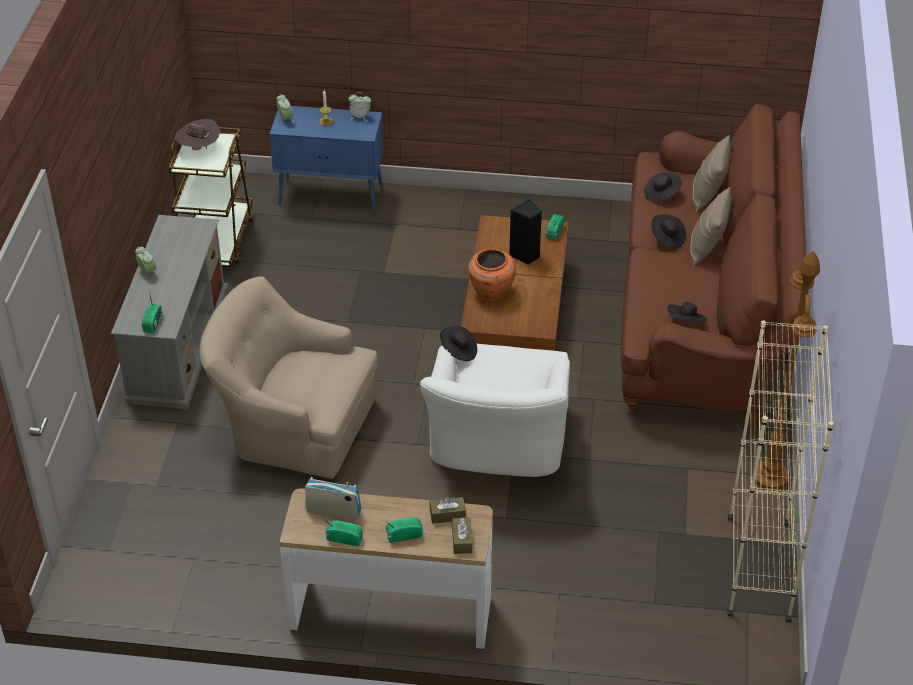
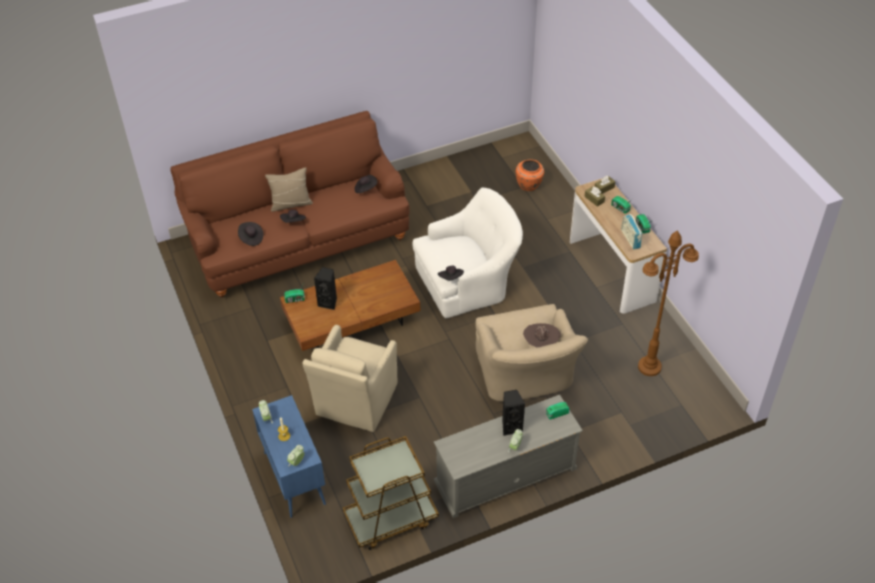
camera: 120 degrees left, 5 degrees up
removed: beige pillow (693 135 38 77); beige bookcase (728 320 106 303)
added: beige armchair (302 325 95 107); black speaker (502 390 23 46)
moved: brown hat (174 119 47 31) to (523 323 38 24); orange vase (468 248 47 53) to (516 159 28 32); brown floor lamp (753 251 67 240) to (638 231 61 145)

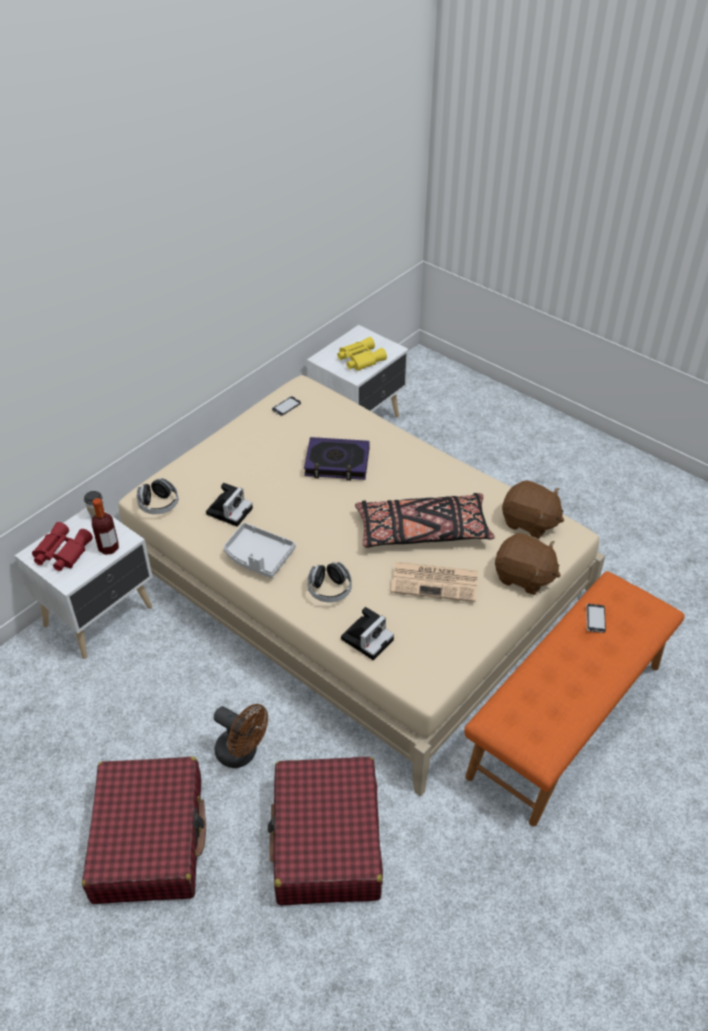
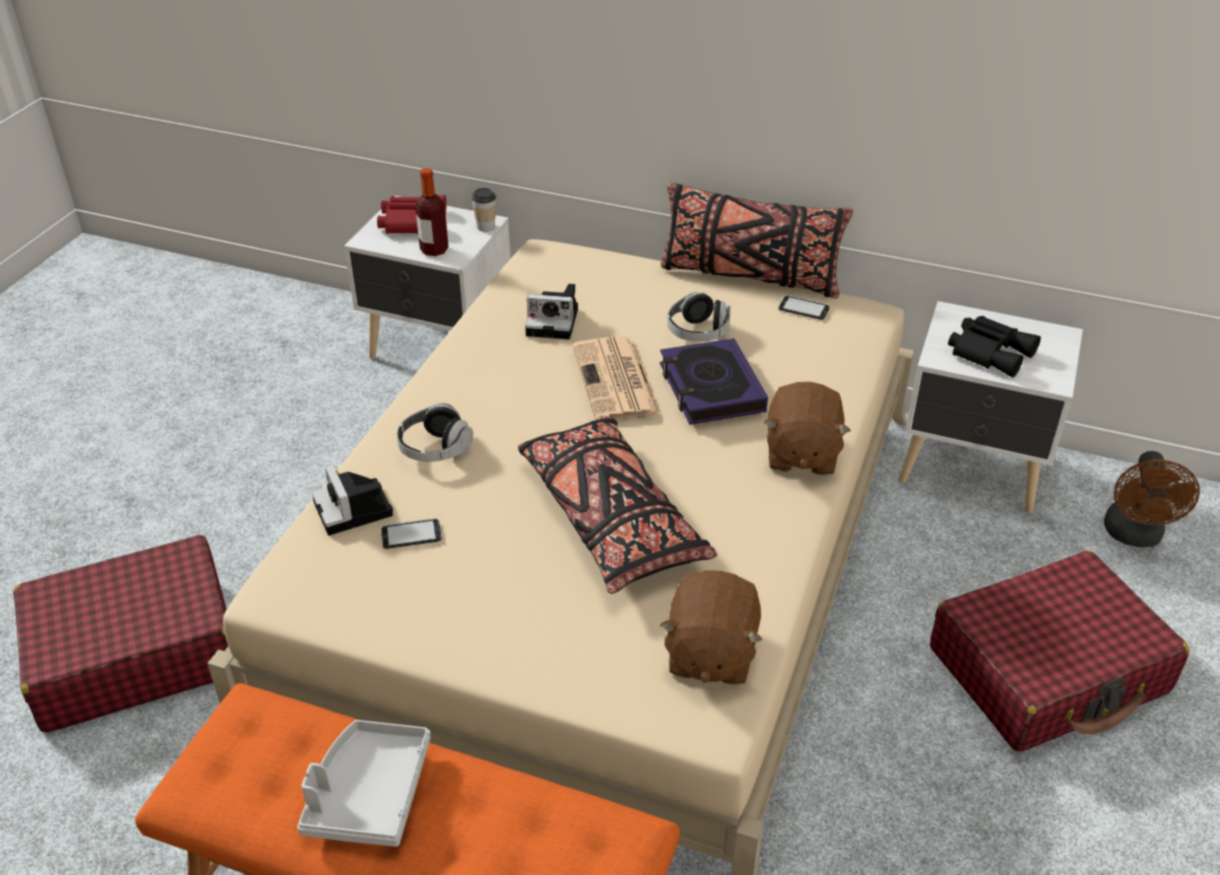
camera: 70 degrees right, 5 degrees down
added: black pillow (661 183 192 115)
moved: red suitcase (82 757 124 147) to (930 551 259 201); headphones (137 478 41 36) to (667 292 64 50); brown fan (214 704 54 64) to (1104 451 96 96); grey tray (224 523 72 55) to (297 720 134 127); newspaper (391 562 87 40) to (572 336 90 85); brown plush toy (495 533 66 62) to (764 382 87 94); phone (586 604 20 29) to (381 518 60 31)
recoloured: yellow binoculars (337 337 50 34) to black binoculars (948 316 93 61)
turned: photo camera (341 607 53 53) = (312 464 81 71) 45 degrees clockwise

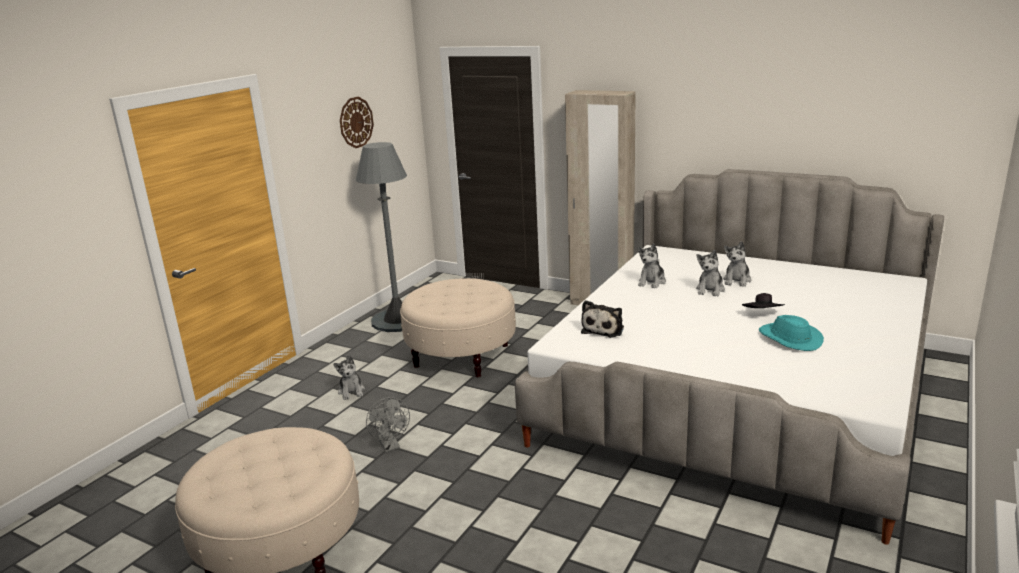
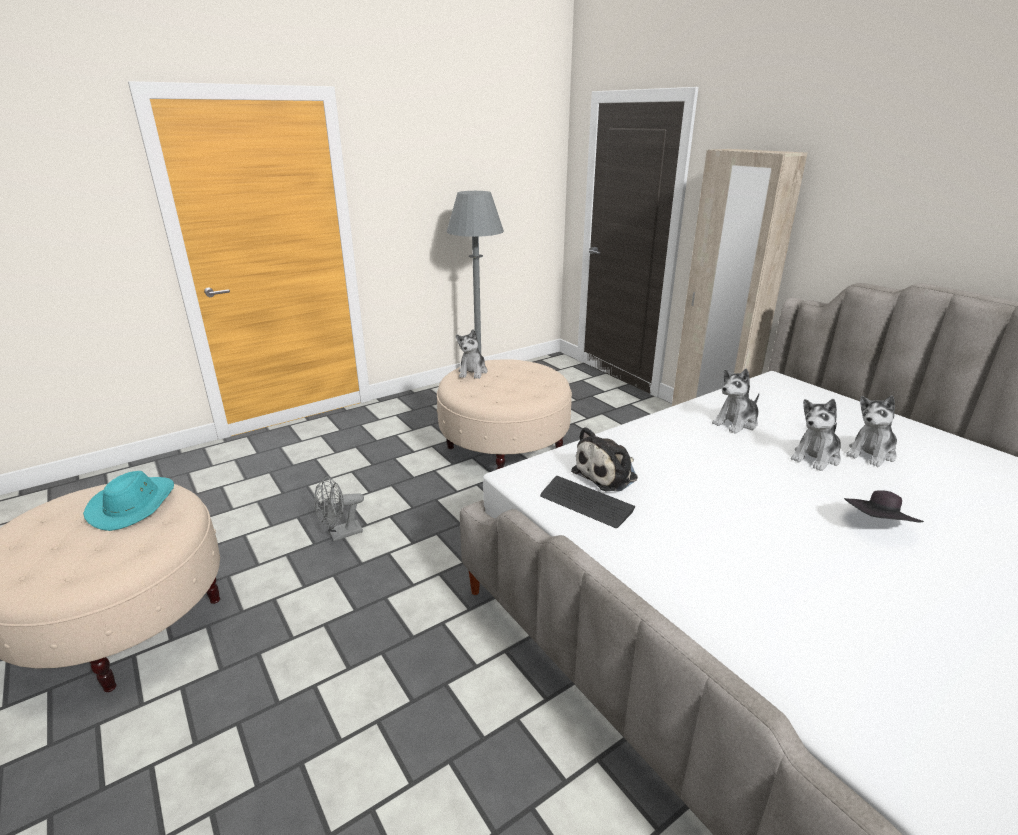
camera: 25 degrees right, 5 degrees up
removed: wall clock (340 97 34 51)
added: keyboard (540 476 95 52)
moved: plush toy (333 355 32 45) to (456 329 31 50); turquoise hat (759 315 65 36) to (83 471 91 60)
turned: grey fan (366 397 44 55) = (314 476 50 65) 60 degrees clockwise

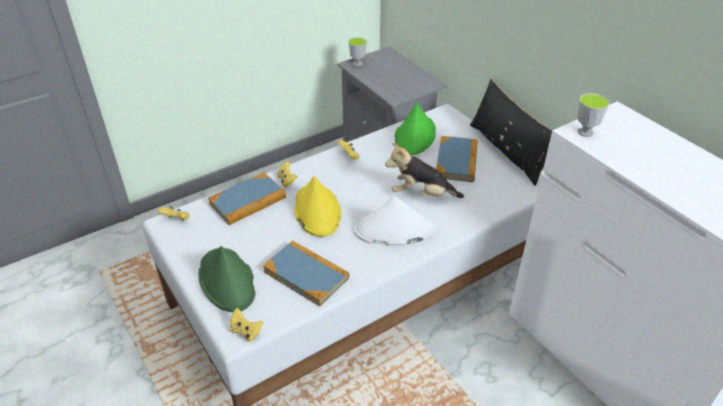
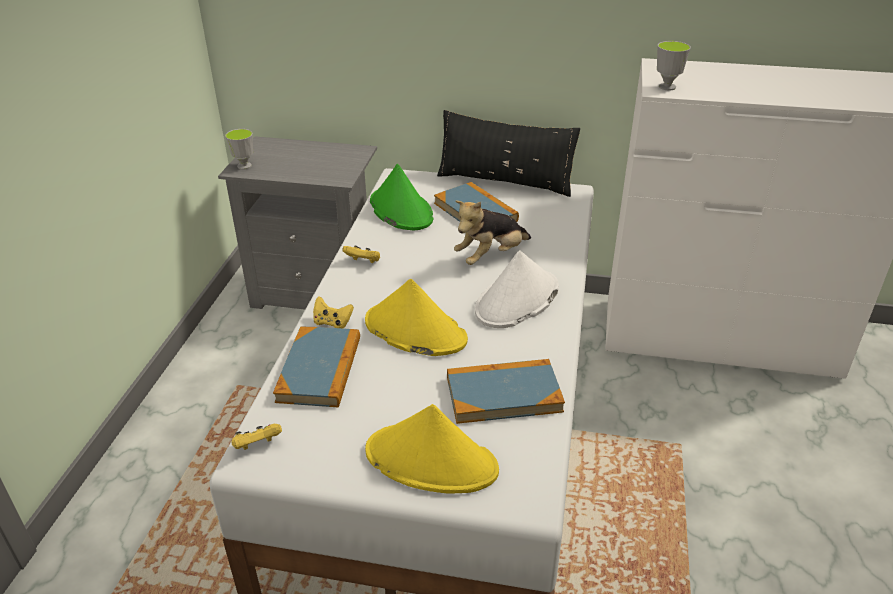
camera: 45 degrees left, 5 degrees down
removed: yellow game controller (230 308 33 34)
recoloured: green hat (199 246 57 66) to yellow hat (365 404 134 90)

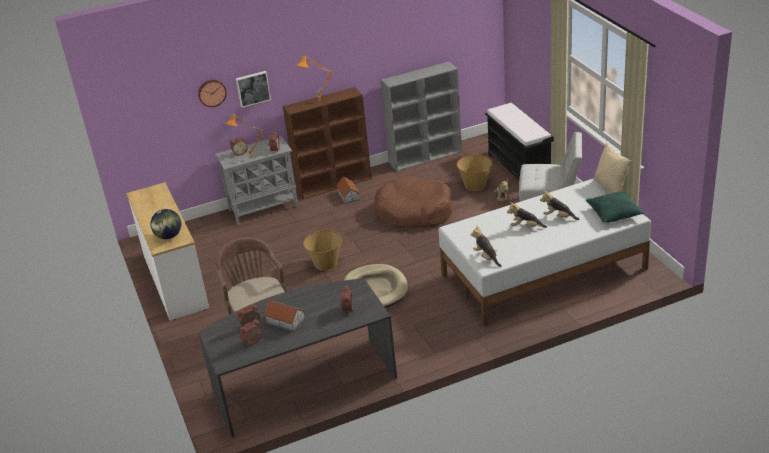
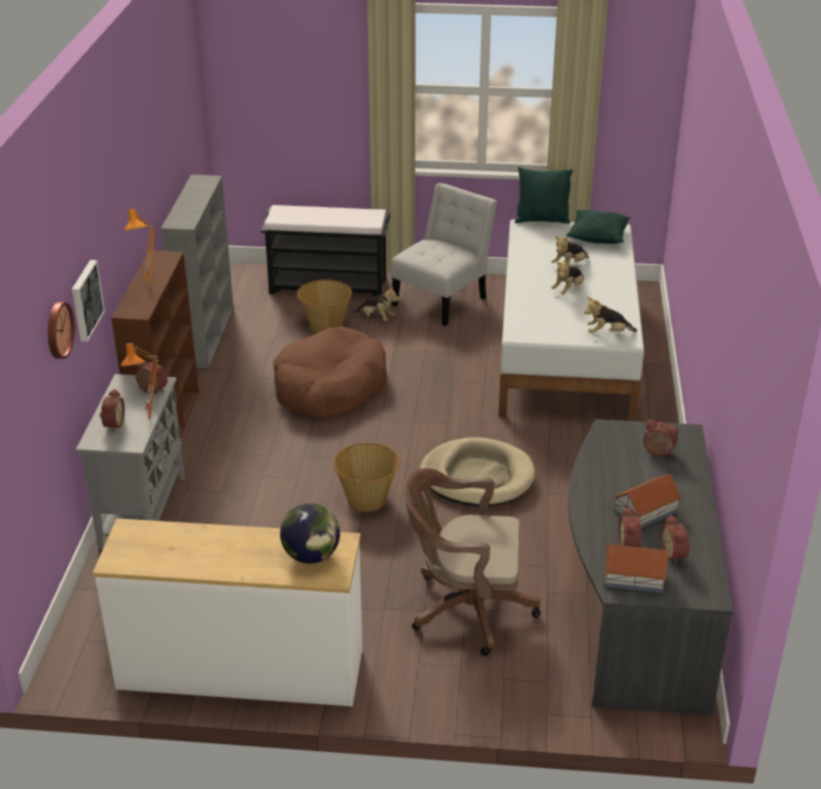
camera: 65 degrees left, 0 degrees up
moved: toy house (336 176 24 28) to (604 544 65 49)
recoloured: beige pillow (593 143 38 50) to green pillow (515 167 58 57)

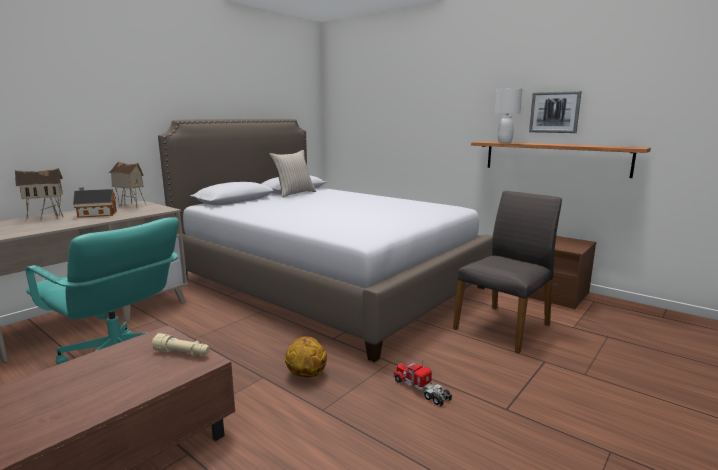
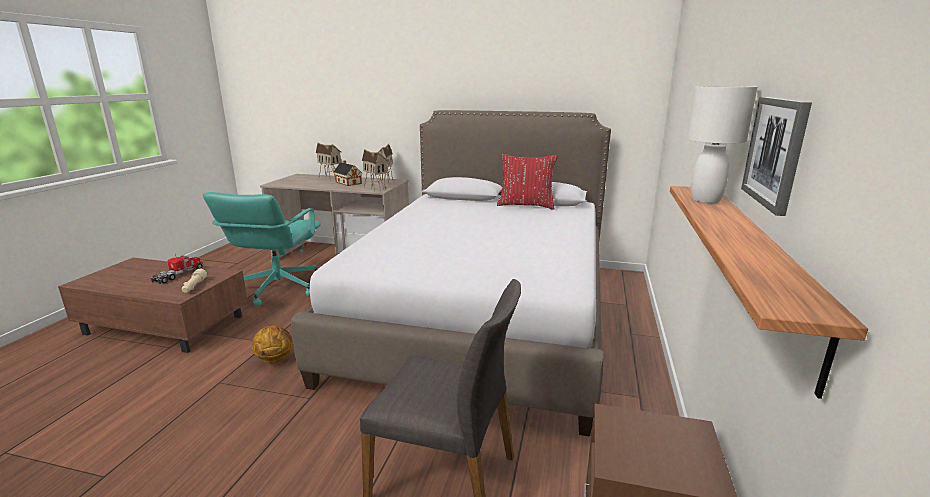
camera: 65 degrees right, 5 degrees up
added: toy house (362 149 26 42)
moved: toy truck (393 361 59 46) to (151 254 53 30)
recoloured: beige pillow (269 150 47 48) to red pillow (497 154 61 56)

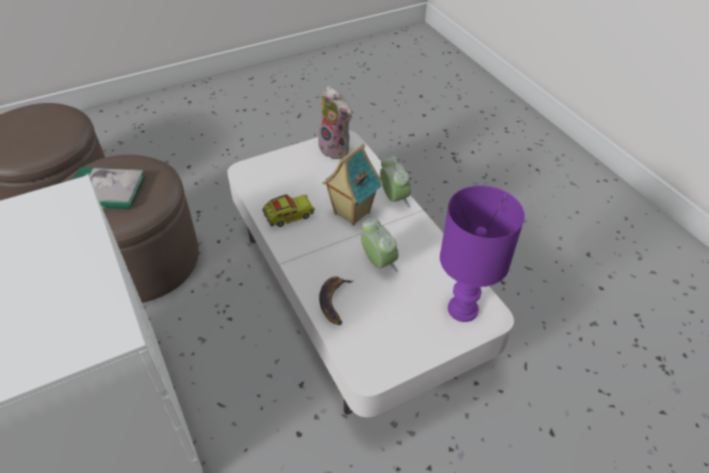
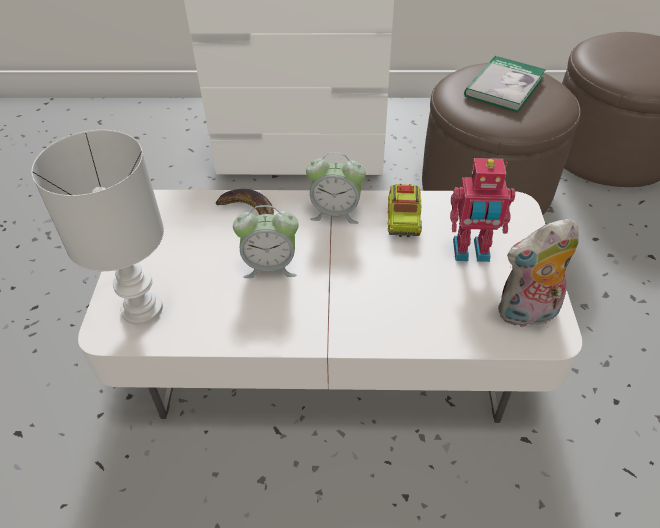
camera: 120 degrees right, 0 degrees up
removed: toy house (322 144 61 82)
added: toy robot (450 158 65 104)
moved: alarm clock (380 155 31 53) to (306 152 60 72)
recoloured: purple table lamp (440 185 85 137) to white table lamp (31 130 133 195)

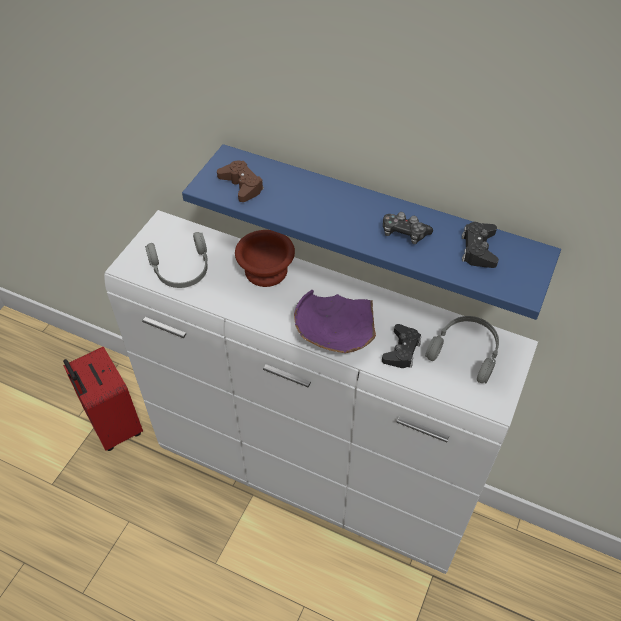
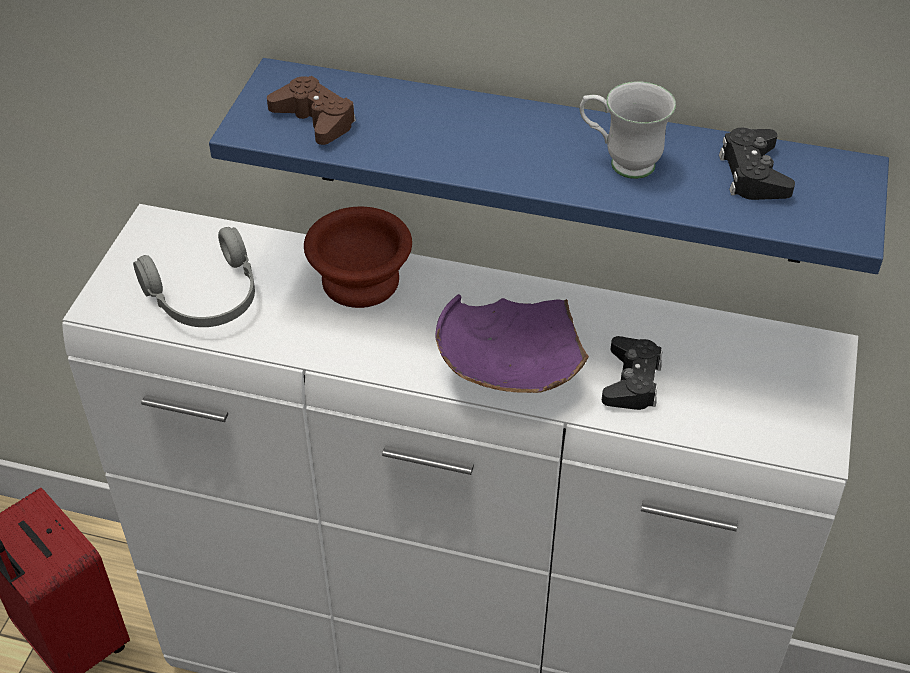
camera: 10 degrees left, 5 degrees down
removed: grey headphones (425 316 74 67)
replaced: game controller (383 212 50 32) to white mug (579 81 97 98)

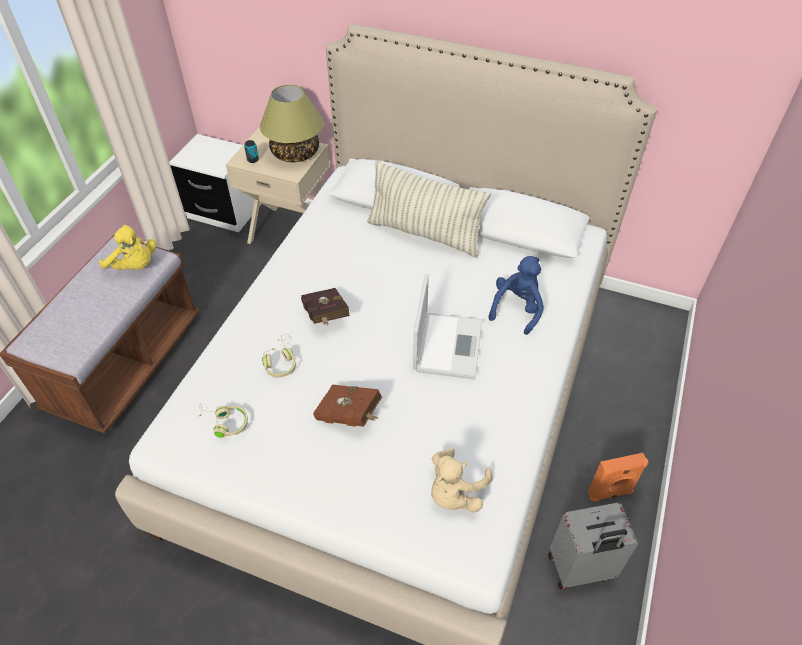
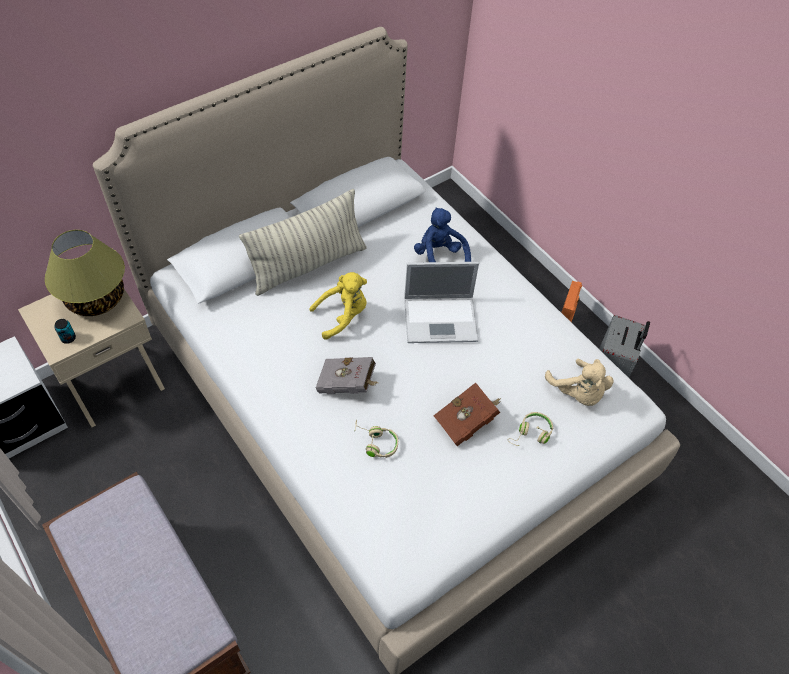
camera: 60 degrees left, 5 degrees up
moved: yellow plush toy (99 225 57 45) to (309 272 58 68); beige headphones (199 403 49 35) to (508 412 45 34)
recoloured: red book (301 288 49 38) to grey book (316 357 61 37)
turned: laptop (413 274 69 105) = (404 262 75 81) 135 degrees clockwise

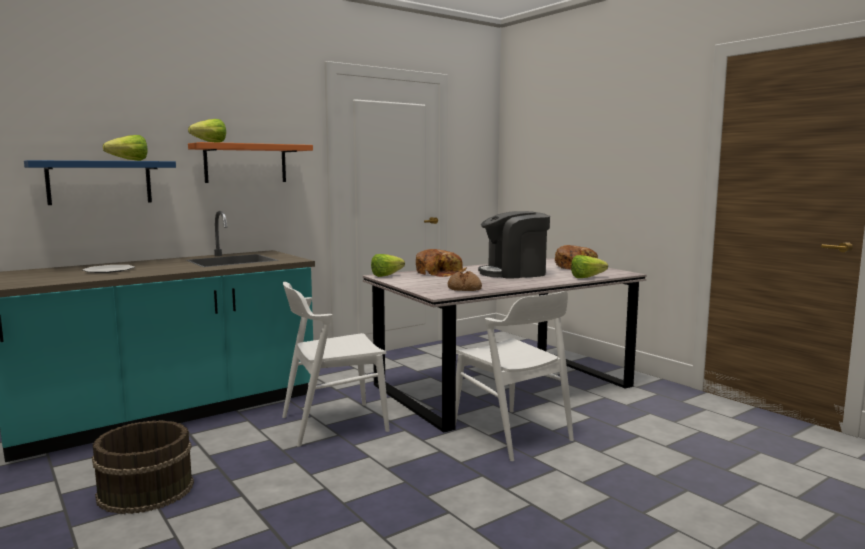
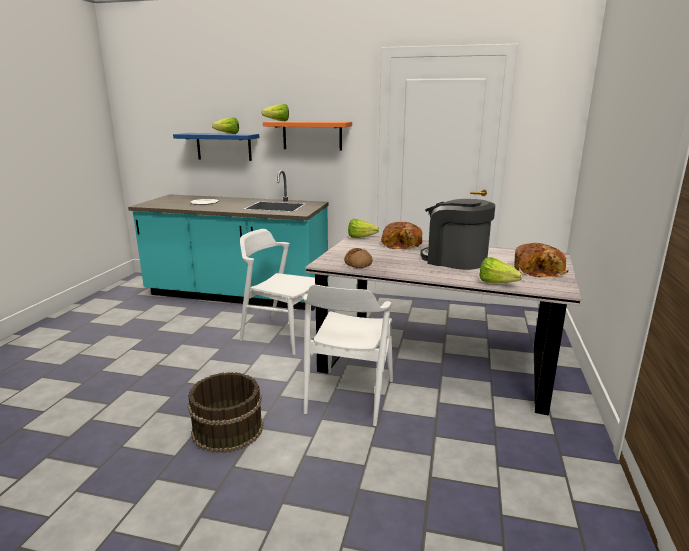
camera: 50 degrees right, 10 degrees up
moved: brown bucket (92 420 102 94) to (188 372 75 81)

